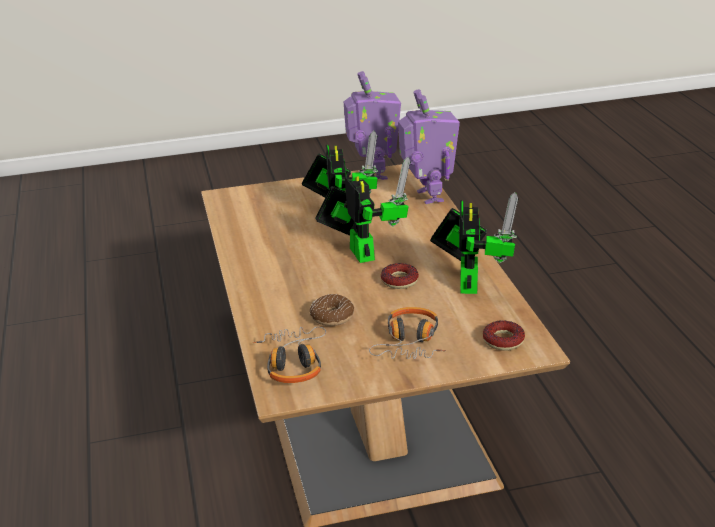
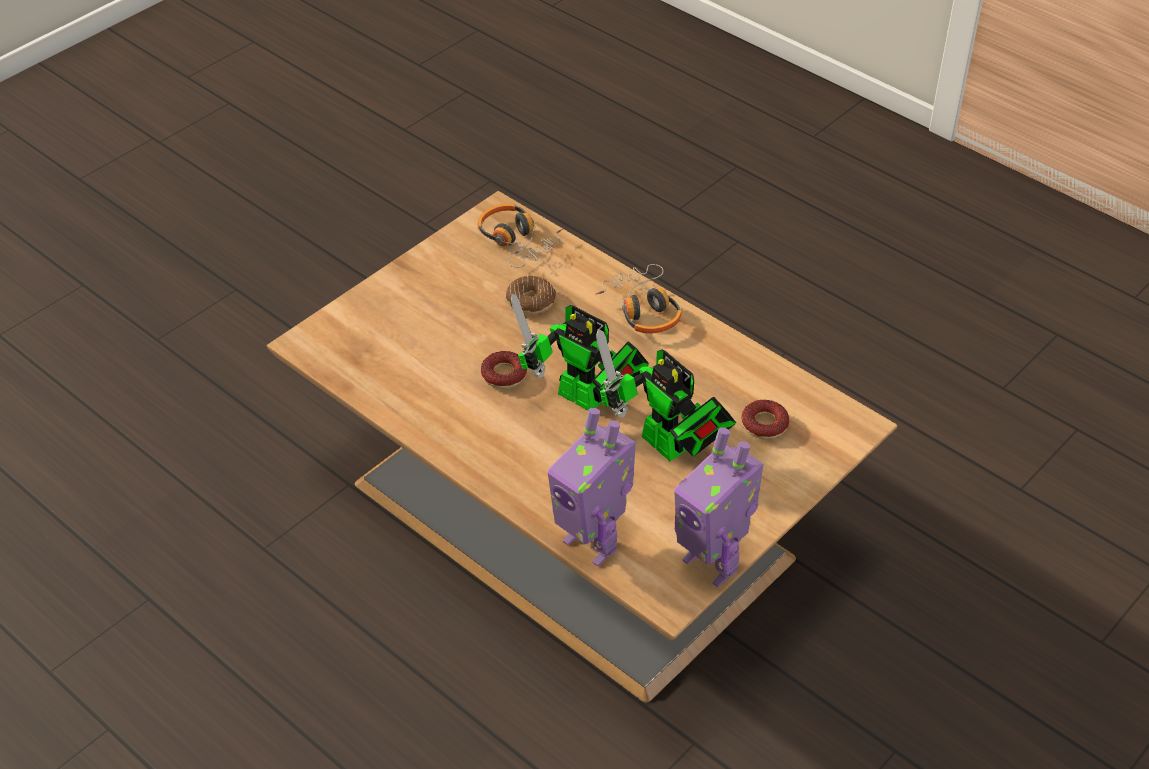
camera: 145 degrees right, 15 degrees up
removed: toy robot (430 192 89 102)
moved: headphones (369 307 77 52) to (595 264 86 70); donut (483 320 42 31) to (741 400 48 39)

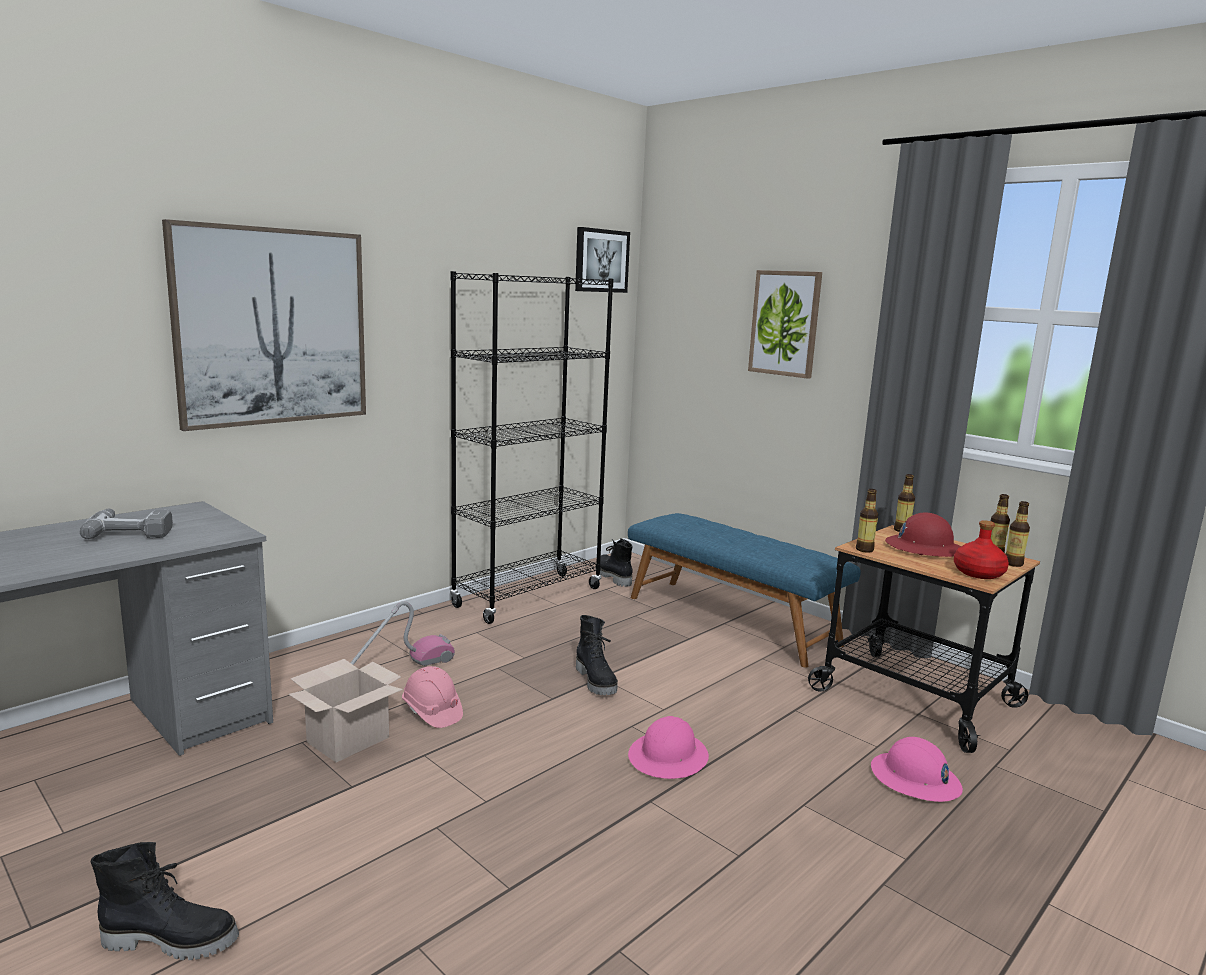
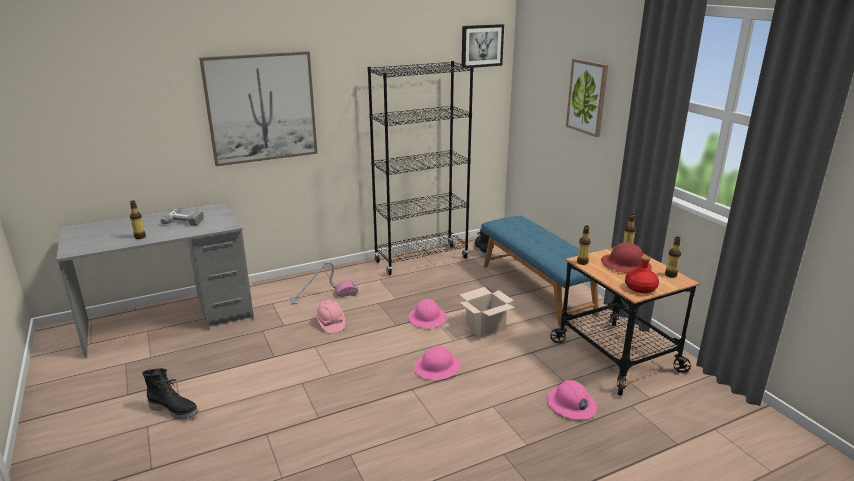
camera: 20 degrees right, 10 degrees up
moved: cardboard box (288 659 115 103) to (460 287 55 51); bottle (1006 501 24 66) to (130 200 16 39)
replaced: black boot (576 615 42 80) to pink hard hat (409 299 37 29)

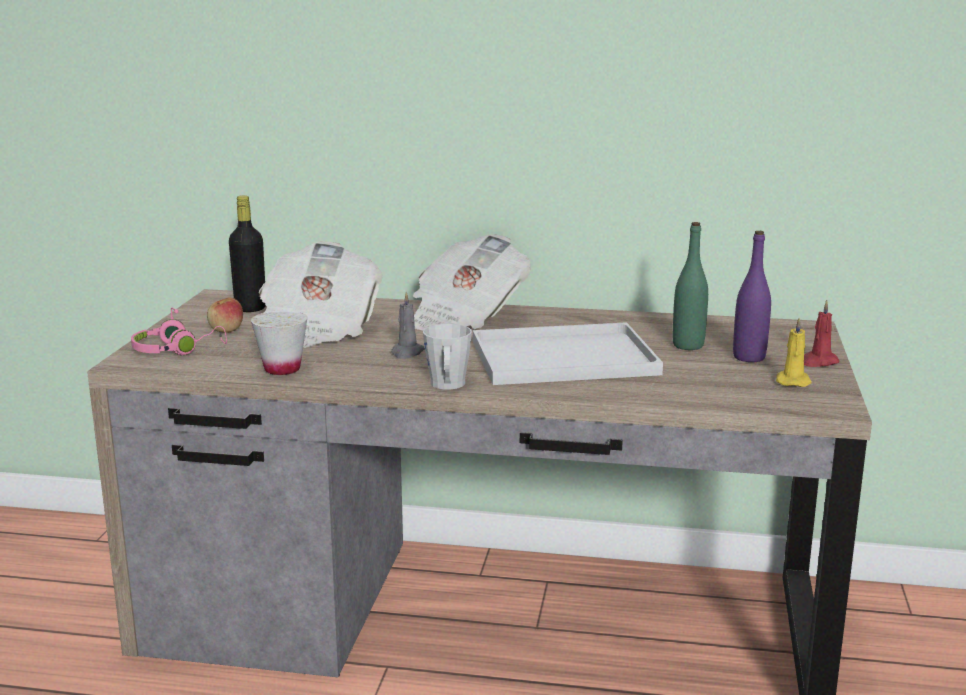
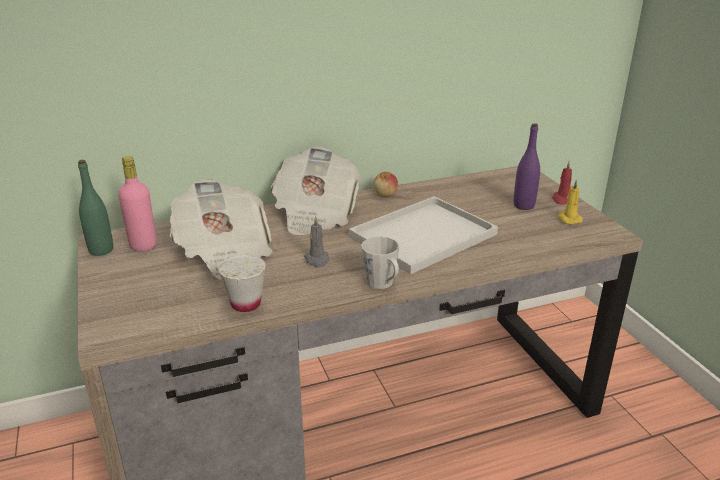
camera: 30 degrees left, 10 degrees up
removed: pink headphones (131 307 96 48)
moved: apple (207 297 36 36) to (374 172 24 25); green bottle (673 222 35 128) to (78 160 35 96)
recoloured: black bottle (229 195 37 117) to pink bottle (118 156 39 96)

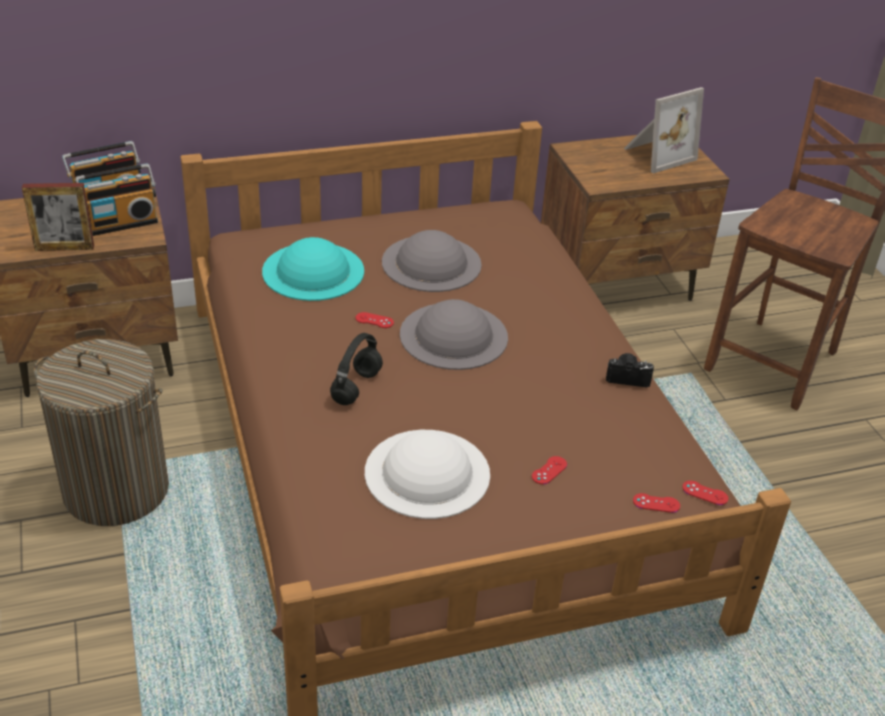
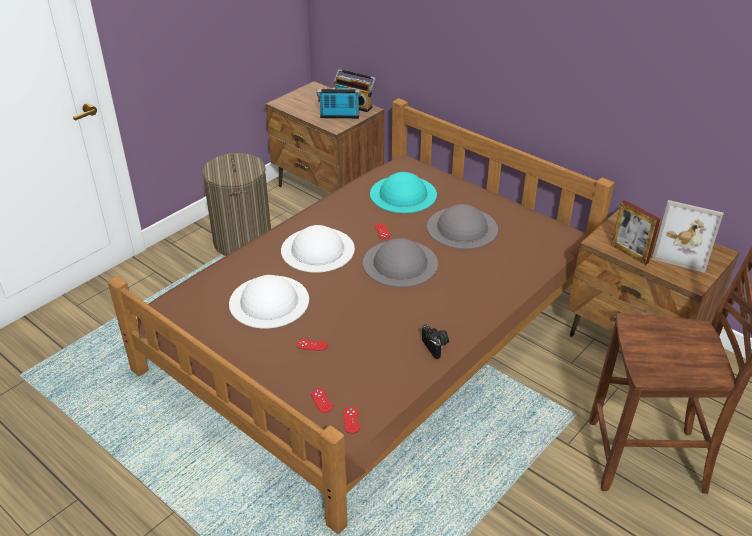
camera: 60 degrees right, 0 degrees up
moved: picture frame (22 183 72 68) to (611 200 50 65)
replaced: black headphones (330 333 53 72) to white hat (281 225 74 48)
turned: radio (76 164 82 72) = (317 87 44 32) 150 degrees clockwise

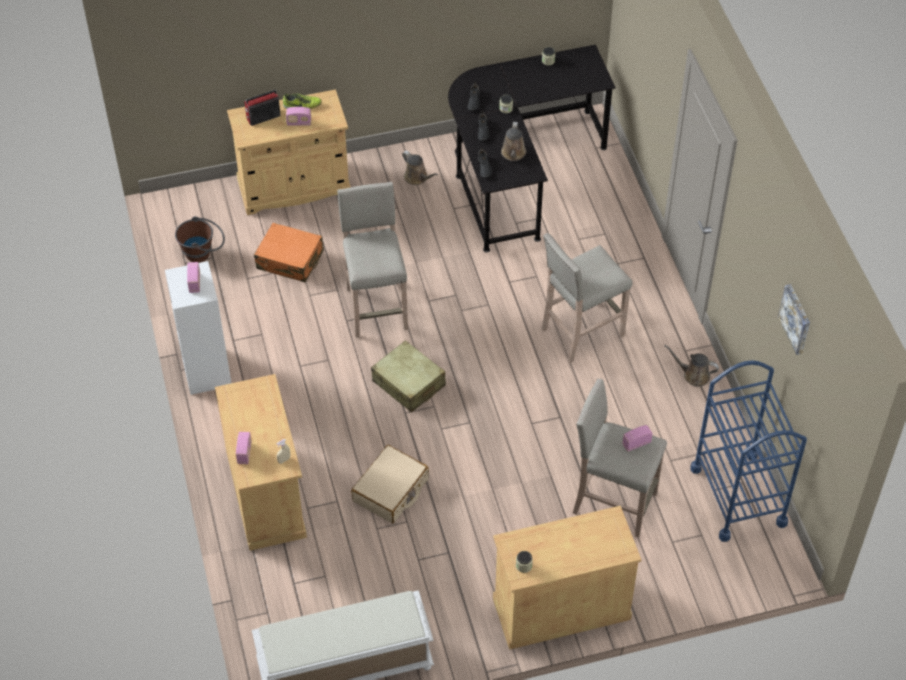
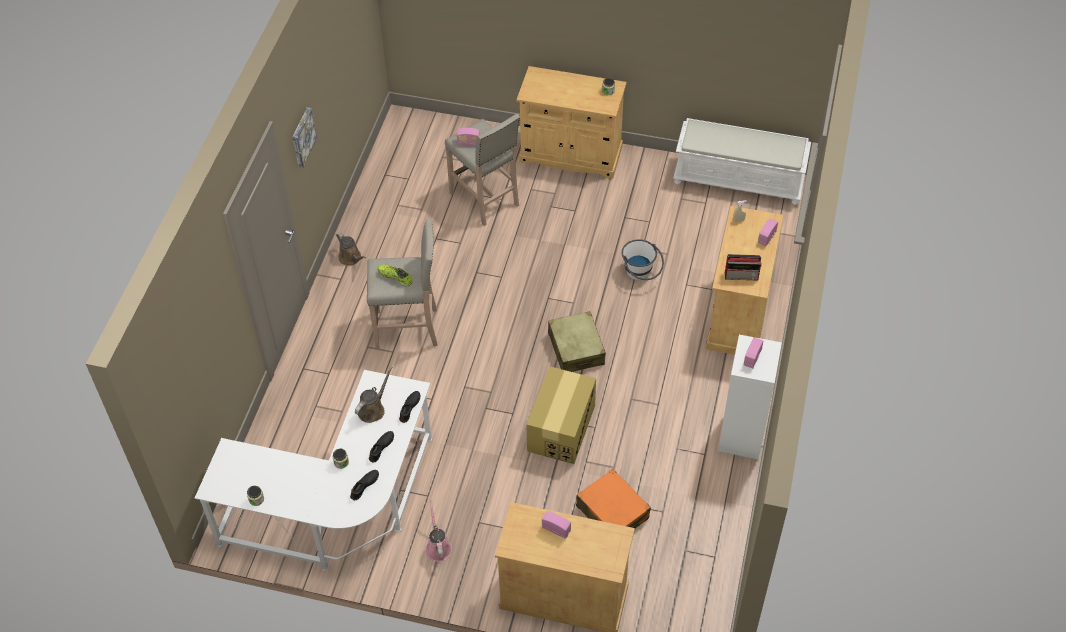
camera: 150 degrees left, 0 degrees up
removed: brown bucket (175 216 50 46); blue cart (690 360 117 182)
moved: radio (244 90 37 36) to (725 254 37 27); shoe (283 93 39 16) to (377 265 36 22); picture (778 284 32 71) to (293 107 24 61)
replaced: beige stool (337 182 71 156) to cardboard box (526 366 70 98); beige suitcase (351 445 78 78) to white bucket (622 239 42 41)
recoloured: brown watering can (402 151 36 34) to pink watering can (426 500 26 62); black desk (448 45 168 207) to white desk (195 370 237 201)

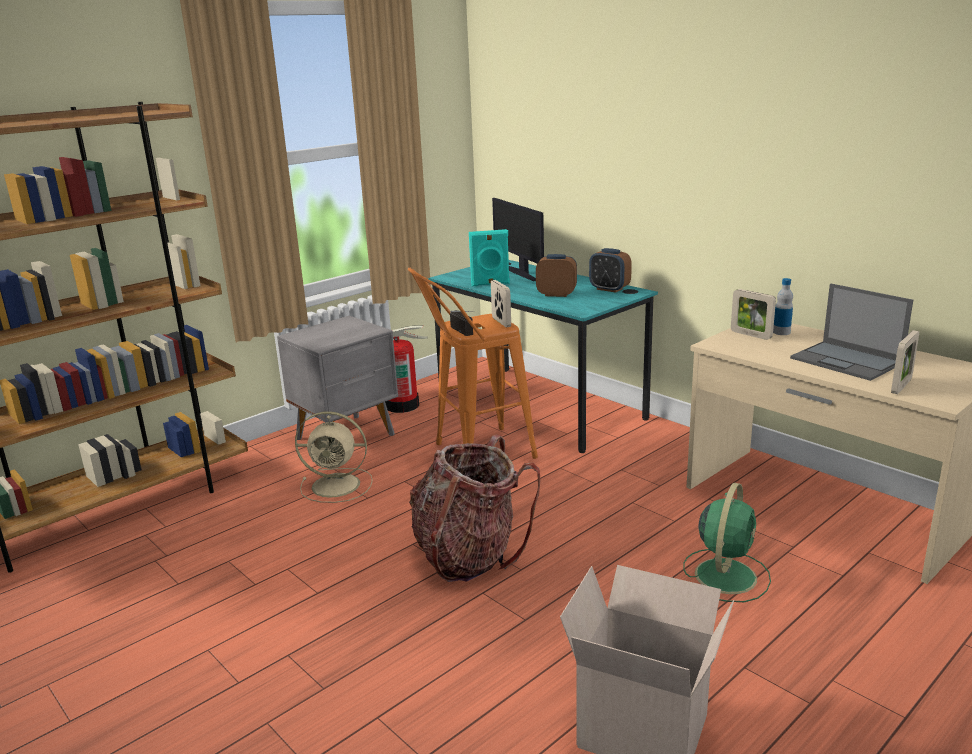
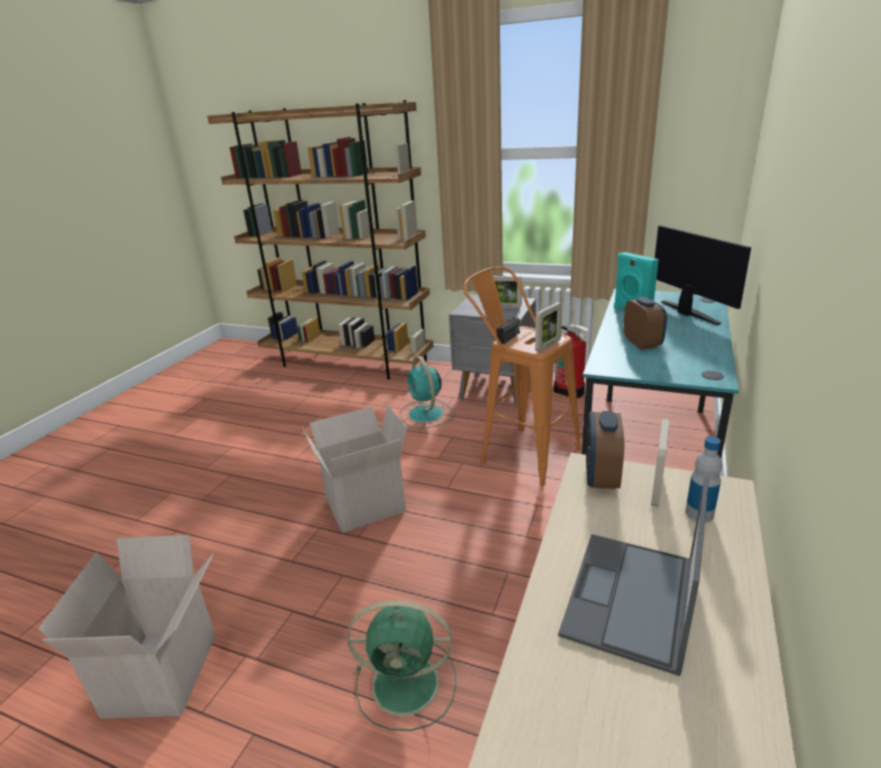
camera: 65 degrees right, 5 degrees up
moved: alarm clock (589 248 43 44) to (586 411 38 78); picture frame (891 330 28 64) to (493 276 29 32)
replaced: backpack (409 434 132 148) to cardboard box (302 404 106 129)
recoloured: beige fan (295 411 78 92) to turquoise fan (400 356 54 72)
turned: monitor (492 198 52 83) = (655 225 96 100) 120 degrees clockwise

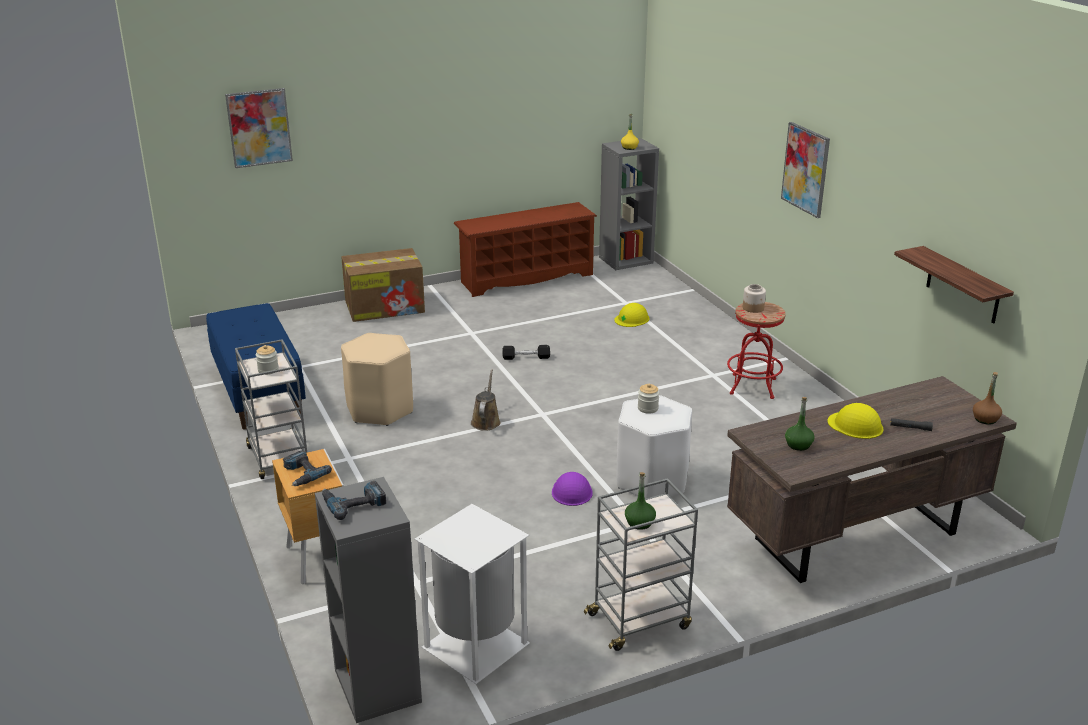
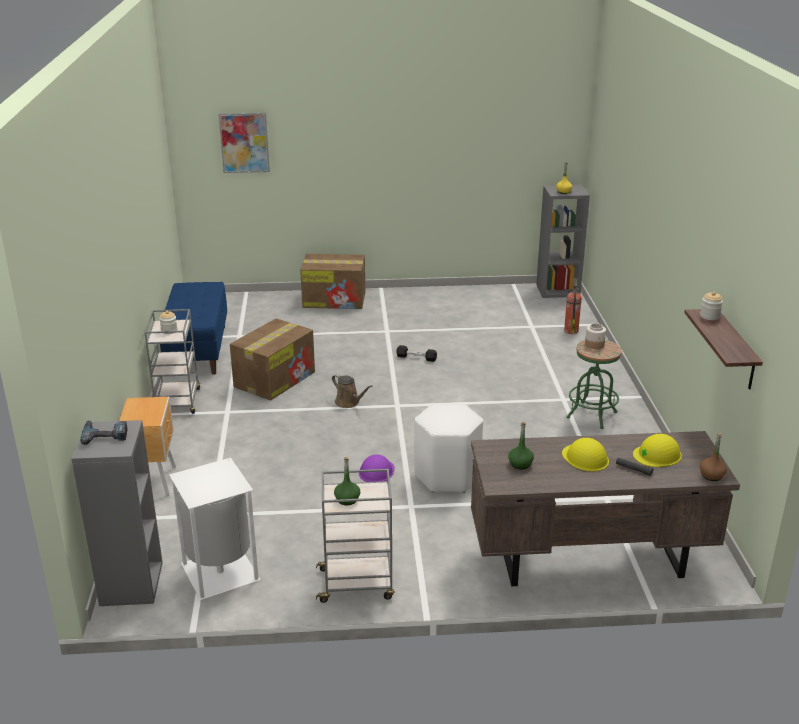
camera: 20 degrees right, 0 degrees up
removed: power drill (283 450 49 36); brown shoe rack (453 202 144 95); picture (781 122 49 96)
added: fire extinguisher (564 279 18 55)
moved: yellow hard hat (614 303 35 24) to (633 434 49 33); jar (638 384 21 30) to (700 292 23 28)
replaced: beige stool (341 333 72 93) to cardboard box (230 318 85 82)
recoloured: red stool (727 302 59 97) to green stool (566 340 56 89)
turned: brown watering can (471 370 30 61) = (332 374 41 34) 105 degrees clockwise

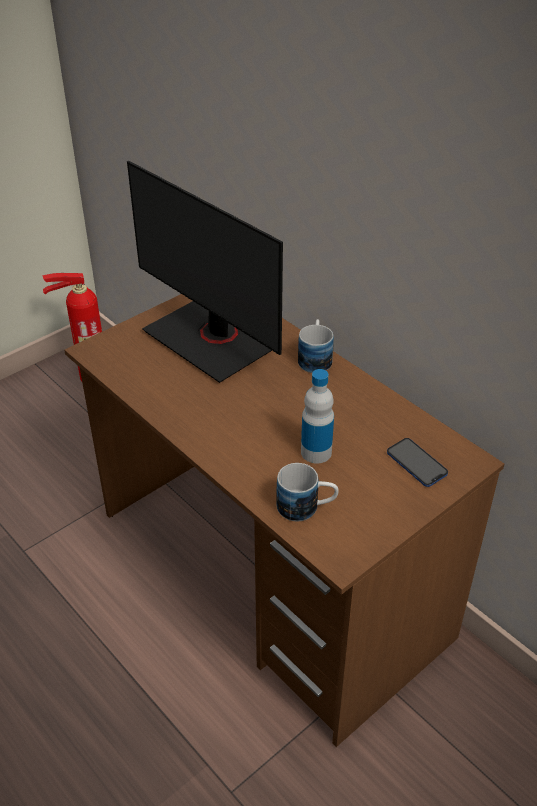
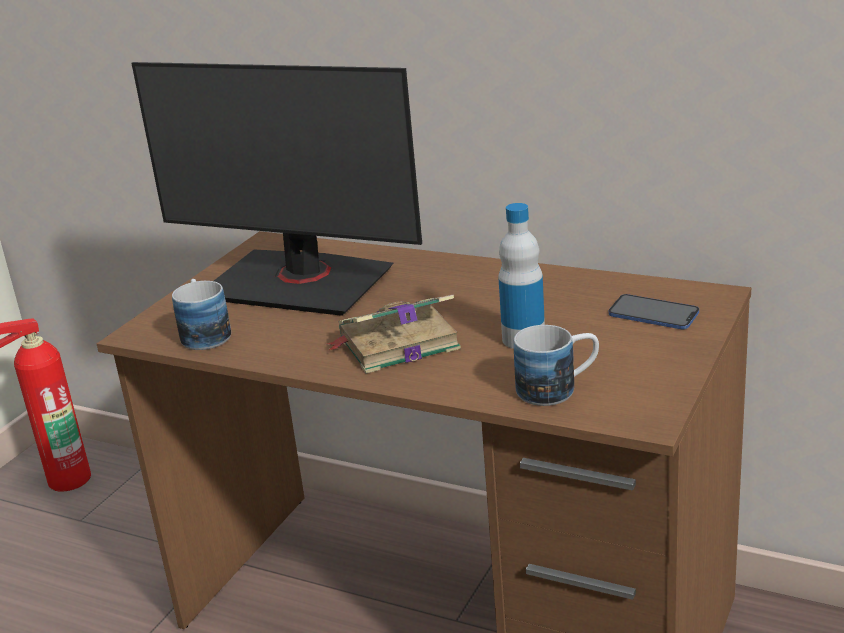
camera: 20 degrees left, 15 degrees down
added: book (325 295 136 79)
moved: mug (298 319 36 54) to (172 279 59 71)

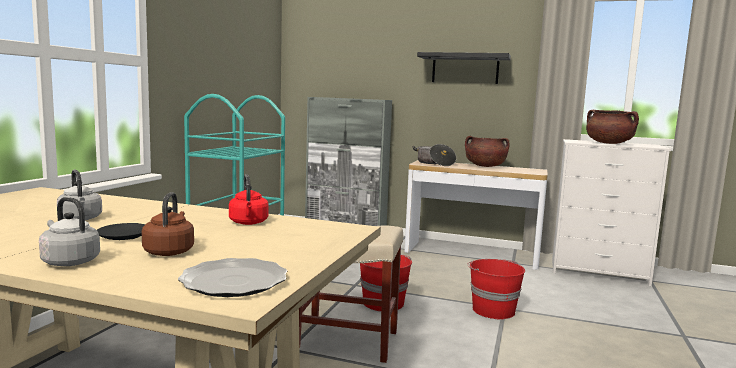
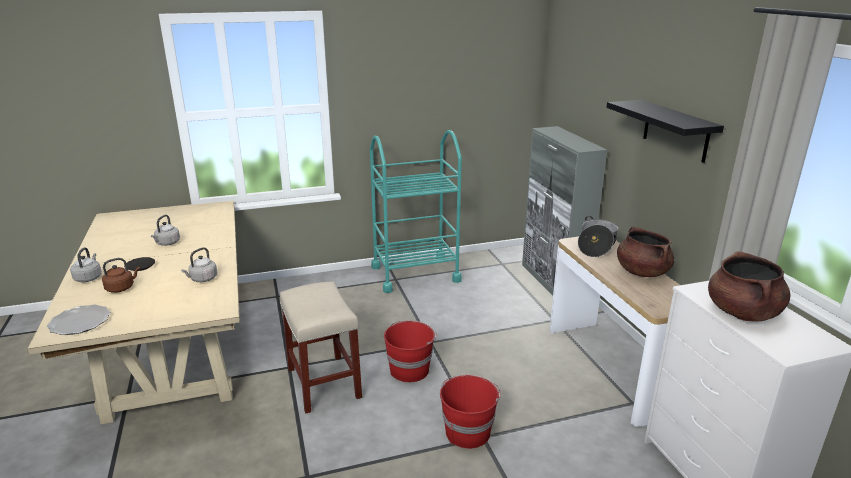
camera: 55 degrees right, 15 degrees up
recoloured: red kettle (229 174 40 51) to grey kettle (181 247 36 35)

